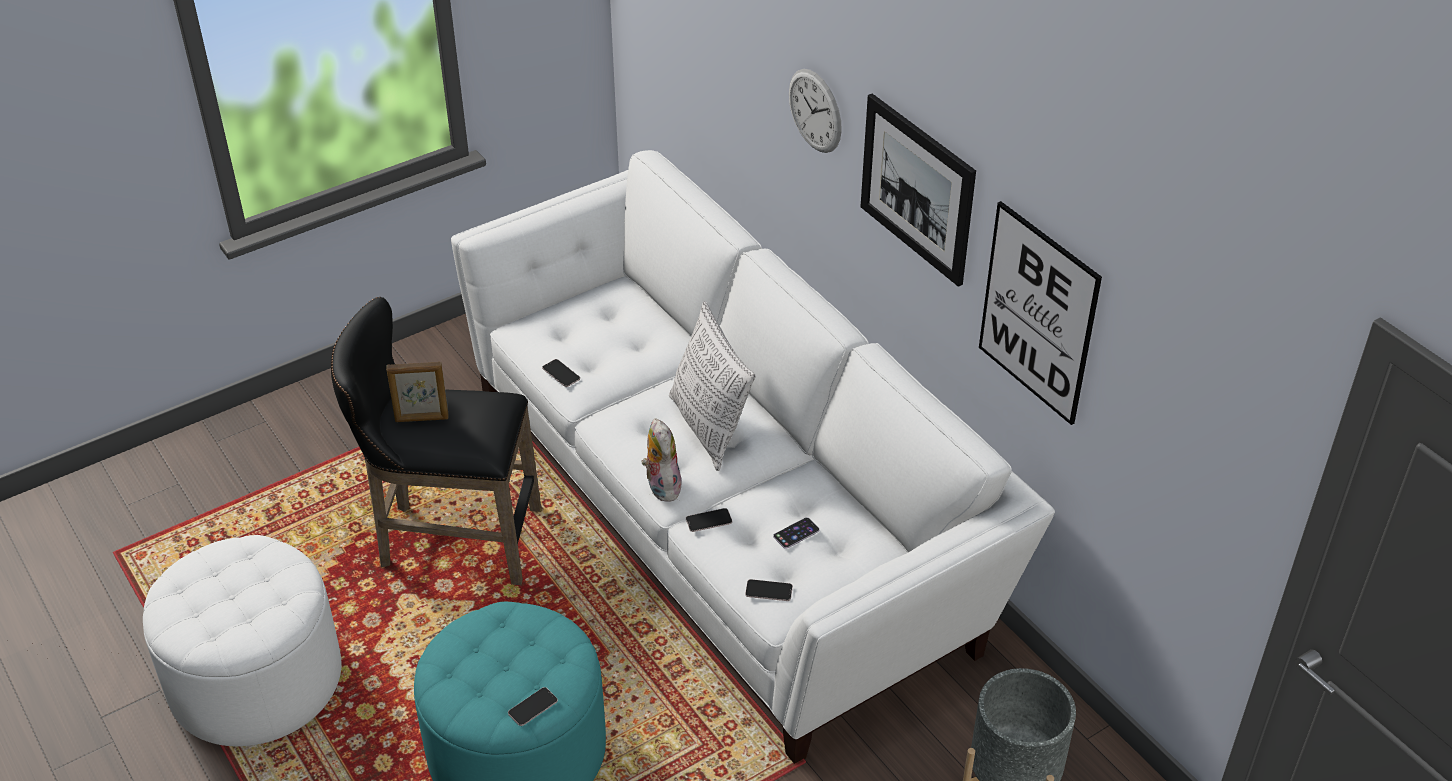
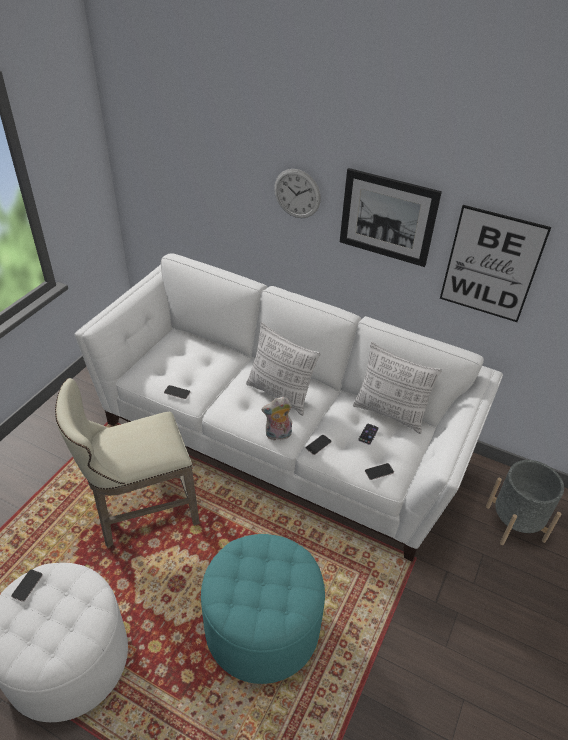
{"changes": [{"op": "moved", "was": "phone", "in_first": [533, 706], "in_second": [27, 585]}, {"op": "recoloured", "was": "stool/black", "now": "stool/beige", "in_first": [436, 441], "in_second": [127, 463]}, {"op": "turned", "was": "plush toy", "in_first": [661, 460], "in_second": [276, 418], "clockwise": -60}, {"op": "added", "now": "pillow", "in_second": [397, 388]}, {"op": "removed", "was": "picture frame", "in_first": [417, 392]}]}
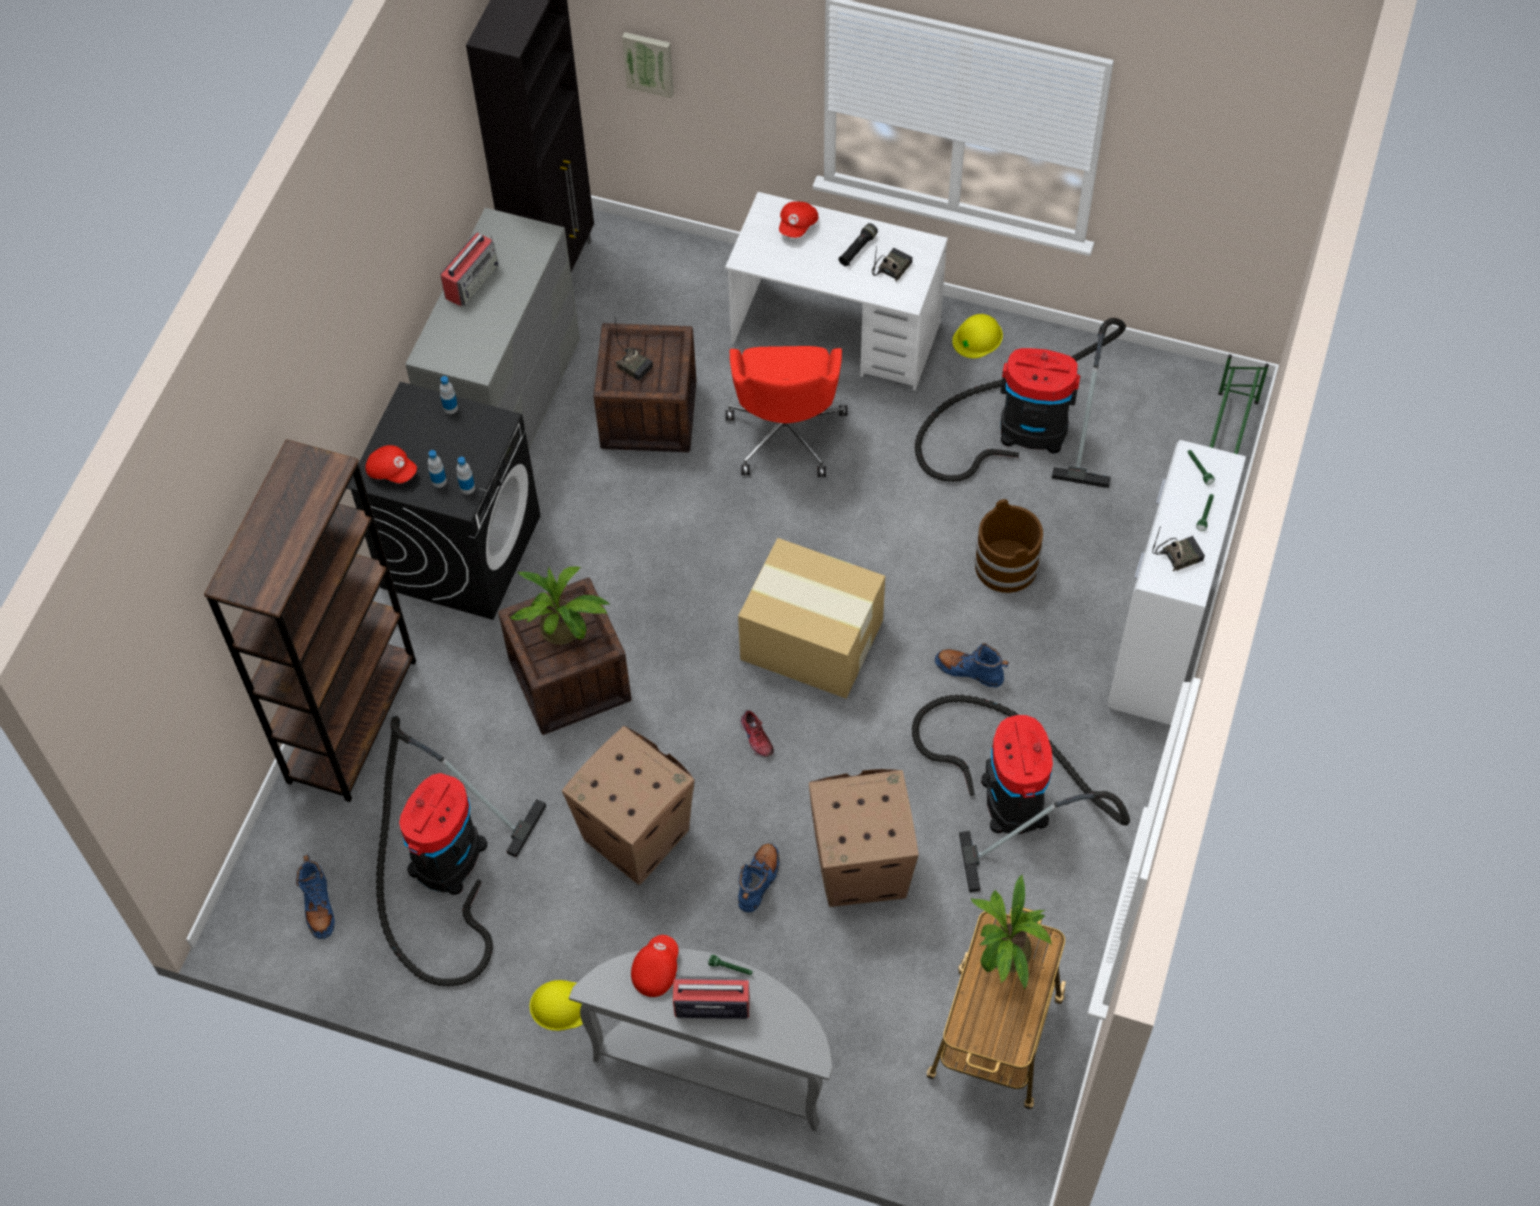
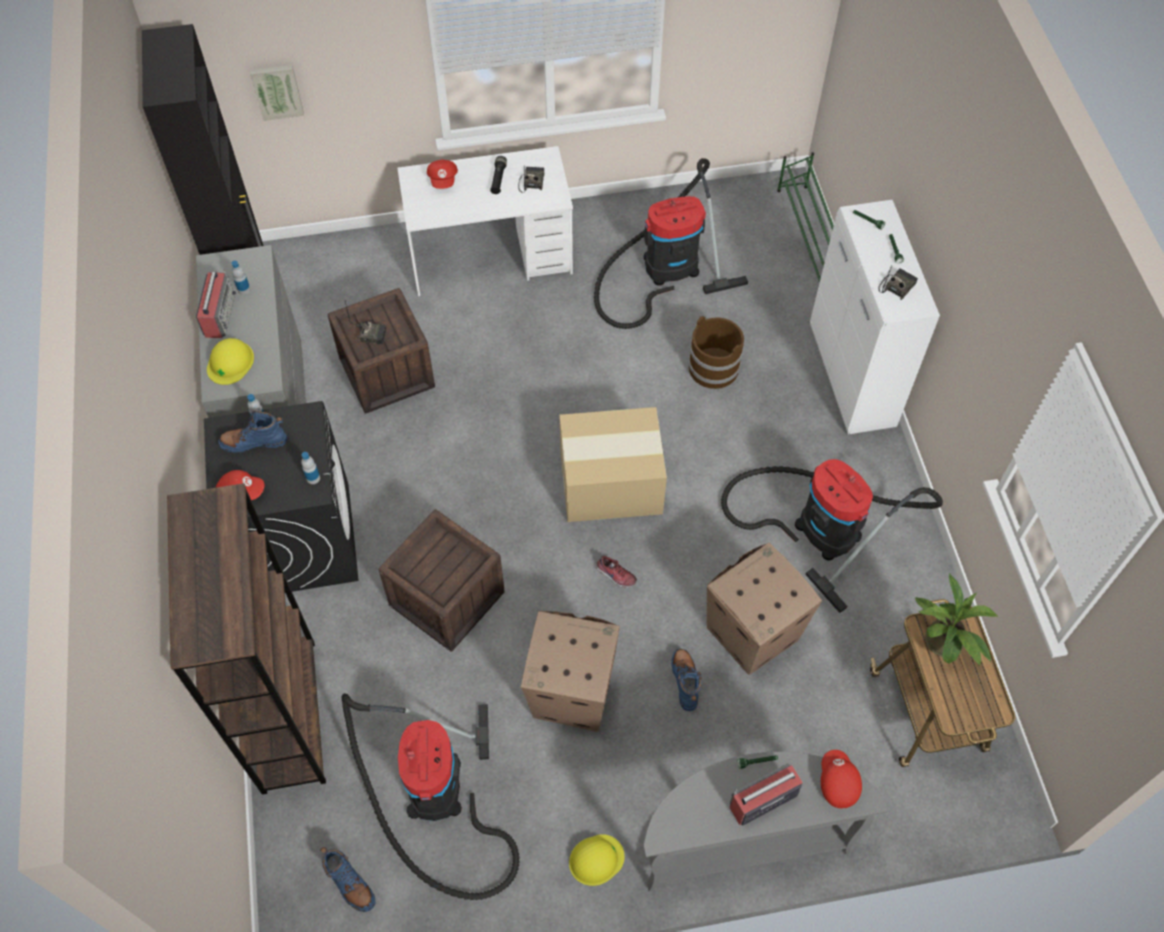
{"changes": [{"op": "moved", "was": "hard hat/yellow", "in_first": [977, 336], "in_second": [230, 361]}, {"op": "moved", "was": "boot/blue", "in_first": [972, 665], "in_second": [252, 431]}, {"op": "moved", "was": "bottle", "in_first": [437, 469], "in_second": [241, 278]}, {"op": "moved", "was": "cap/red", "in_first": [654, 966], "in_second": [841, 779]}, {"op": "removed", "was": "potted plant", "in_first": [560, 606]}, {"op": "removed", "was": "office chair/red", "in_first": [787, 411]}]}
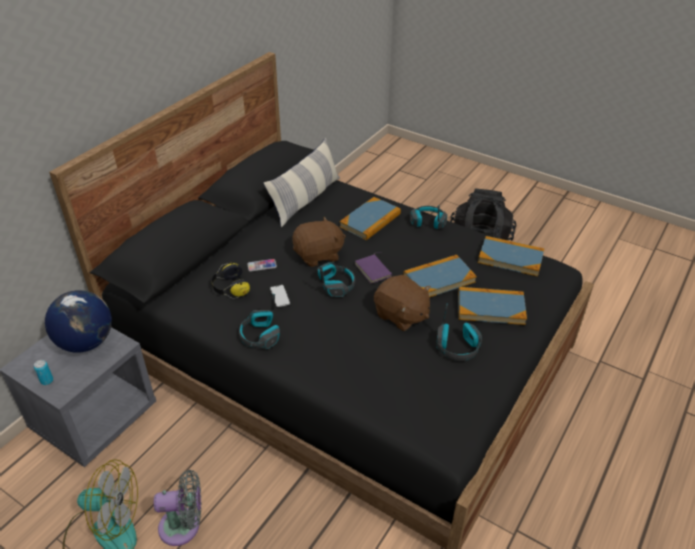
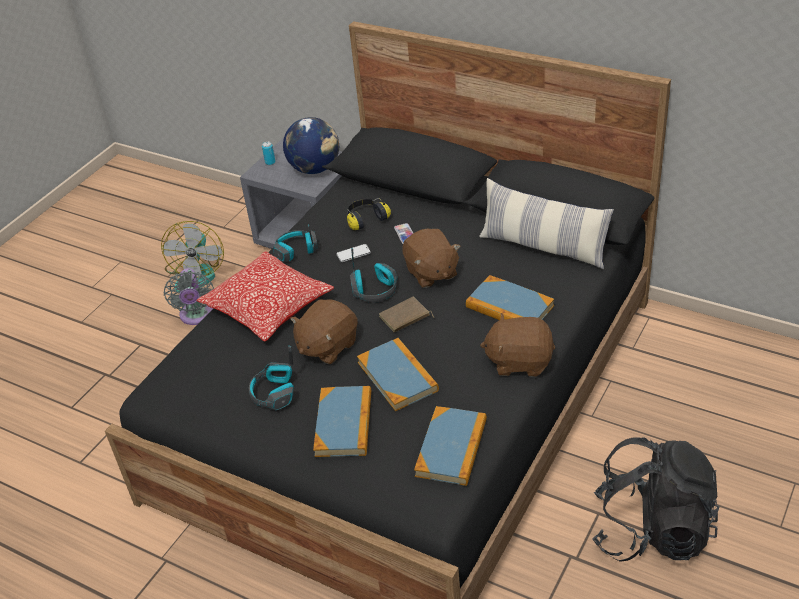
{"changes": [{"op": "added", "now": "pillow", "in_second": [265, 296]}, {"op": "recoloured", "was": "book/purple", "now": "book/brown", "in_first": [373, 269], "in_second": [406, 314]}, {"op": "replaced", "was": "headphones", "now": "plush toy/brown", "in_first": [428, 217], "in_second": [517, 345]}]}
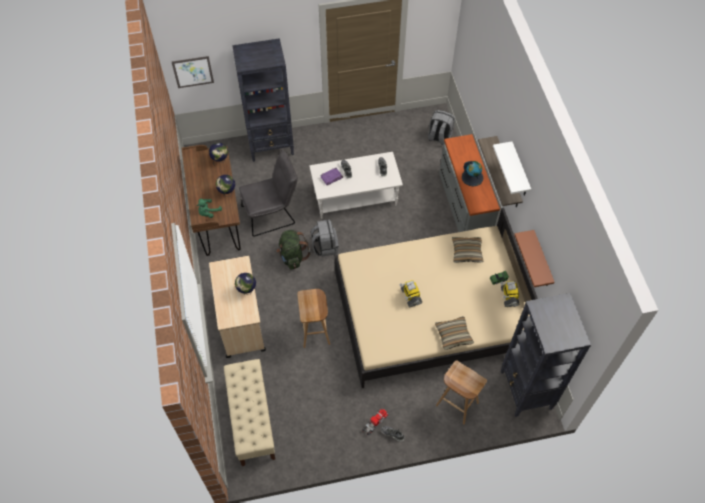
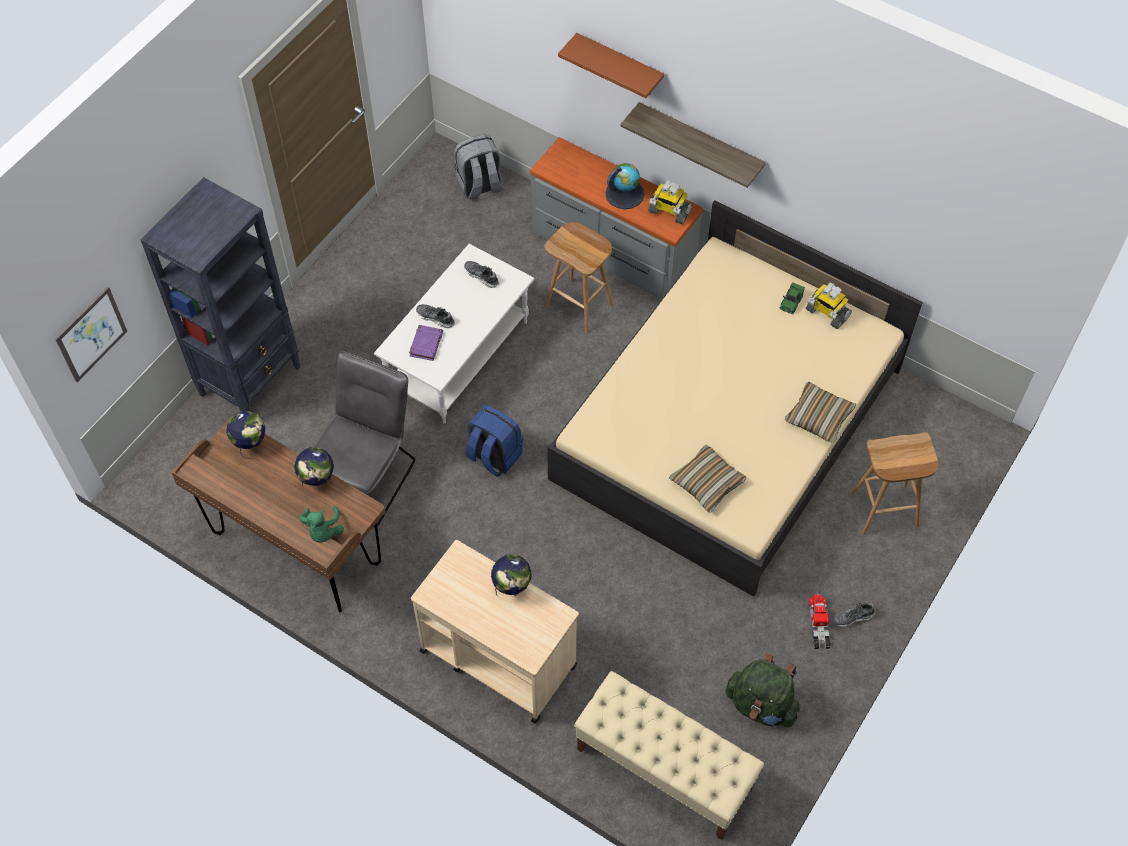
{"changes": [{"op": "recoloured", "was": "backpack/grey", "now": "backpack/blue", "in_first": [325, 238], "in_second": [494, 441]}, {"op": "moved", "was": "stool/brown", "in_first": [313, 318], "in_second": [578, 277]}, {"op": "moved", "was": "shelf/brown", "in_first": [534, 258], "in_second": [611, 65]}, {"op": "moved", "was": "toy robot", "in_first": [410, 293], "in_second": [670, 202]}, {"op": "moved", "was": "pillow", "in_first": [467, 250], "in_second": [708, 479]}, {"op": "moved", "was": "backpack/green", "in_first": [293, 250], "in_second": [762, 690]}, {"op": "removed", "was": "shelf/white", "in_first": [512, 168]}, {"op": "removed", "was": "bookcase/black", "in_first": [546, 355]}]}
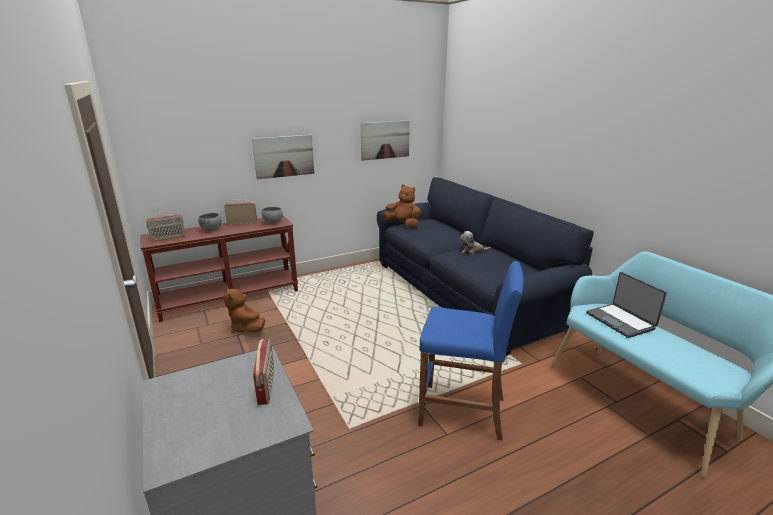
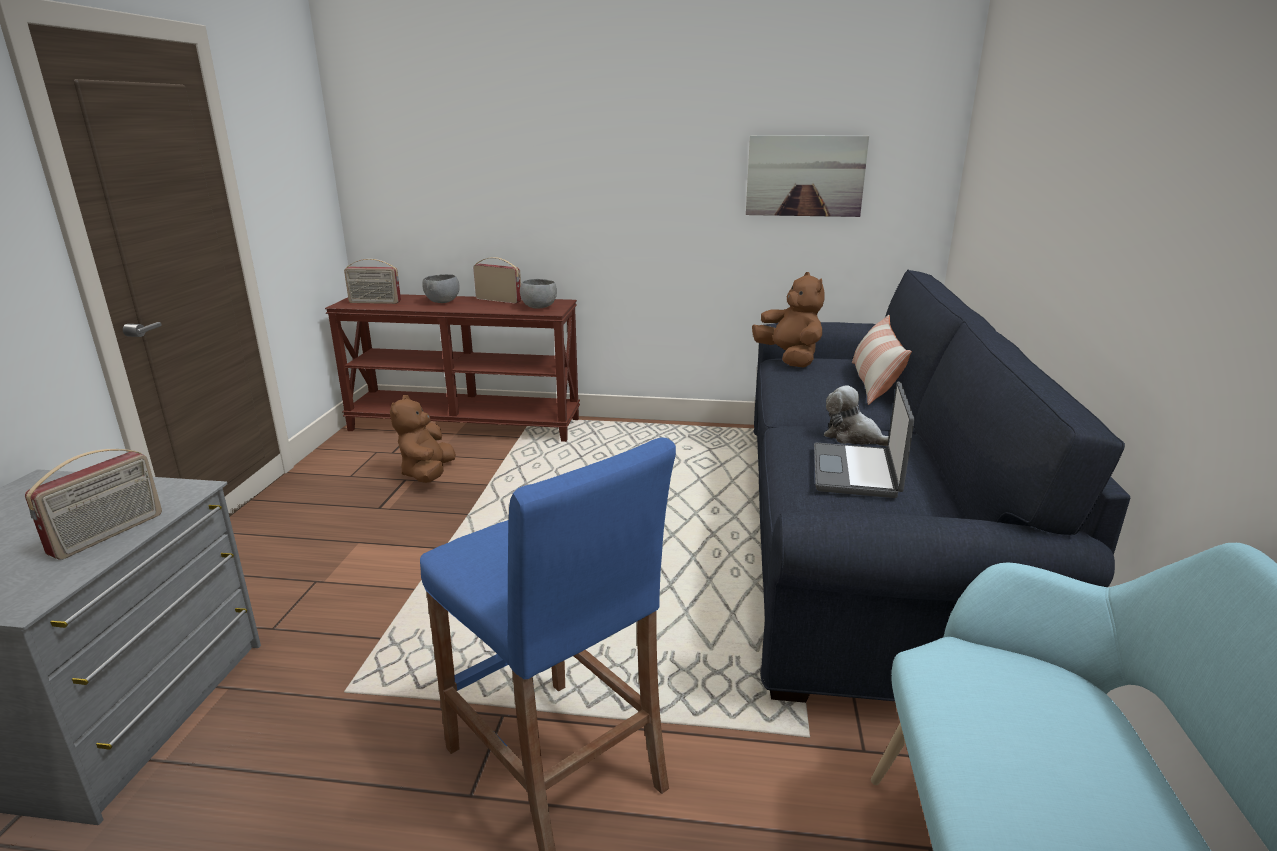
{"changes": [{"op": "moved", "was": "laptop", "in_first": [626, 305], "in_second": [864, 440]}, {"op": "added", "now": "pillow", "in_second": [882, 360]}, {"op": "removed", "was": "picture", "in_first": [283, 157]}]}
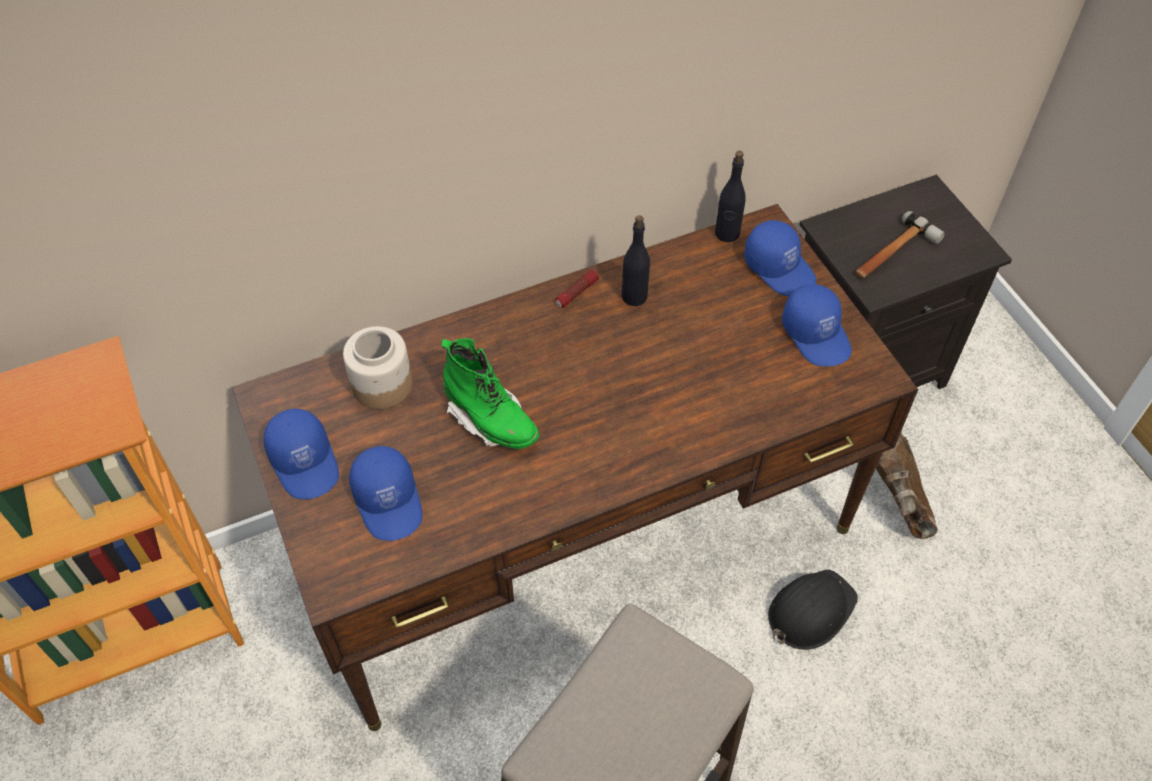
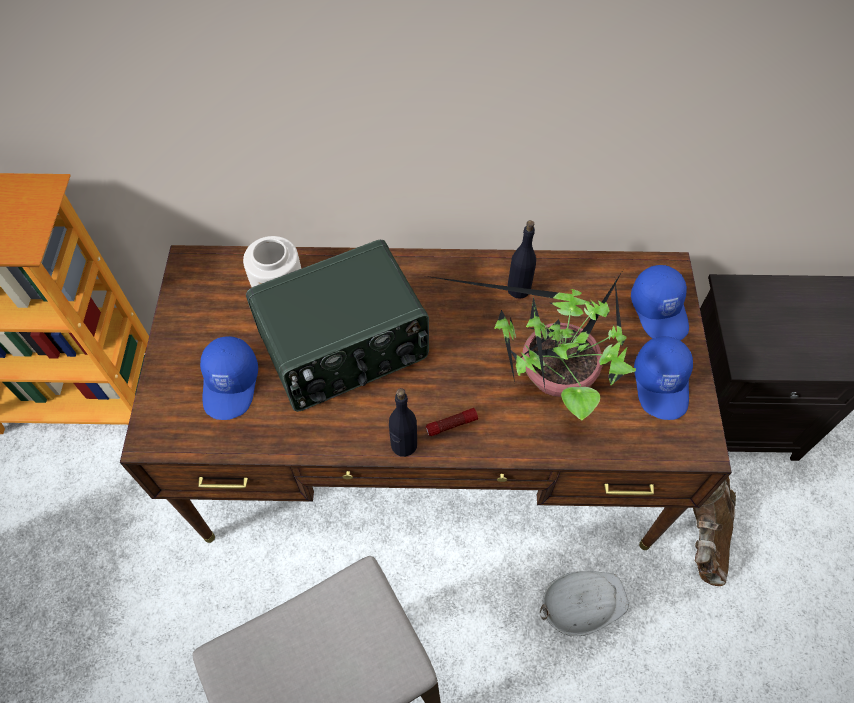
{"changes": [{"op": "replaced", "was": "boot/green", "now": "radio", "in_first": [490, 393], "in_second": [337, 326]}, {"op": "moved", "was": "bottle/black", "in_first": [730, 196], "in_second": [403, 422]}, {"op": "added", "now": "potted plant", "in_second": [531, 346]}, {"op": "moved", "was": "flashlight", "in_first": [577, 289], "in_second": [452, 422]}, {"op": "recoloured", "was": "hard hat/black", "now": "hard hat/white", "in_first": [813, 610], "in_second": [584, 603]}, {"op": "removed", "was": "cap/blue", "in_first": [301, 453]}, {"op": "removed", "was": "hammer", "in_first": [899, 244]}]}
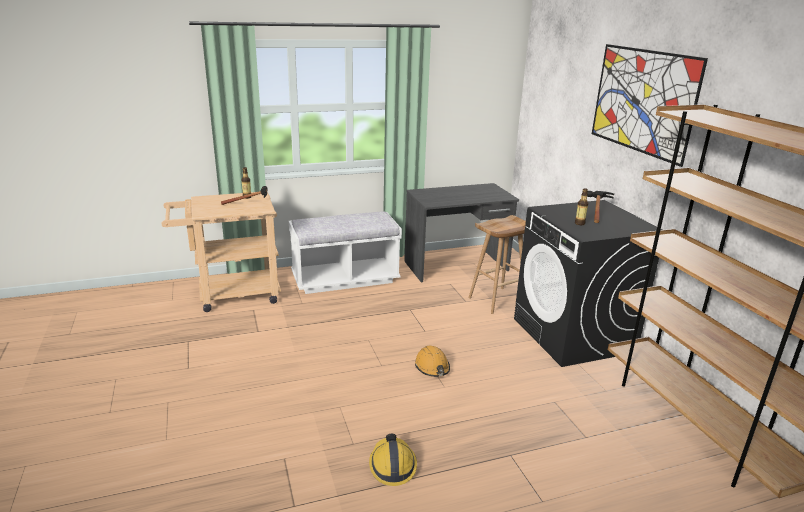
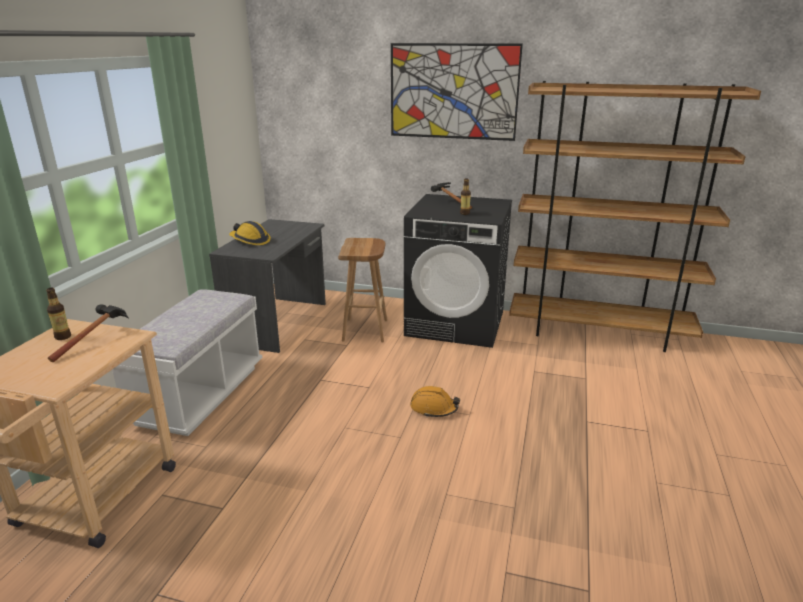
{"changes": [{"op": "moved", "was": "hard hat", "in_first": [393, 460], "in_second": [250, 233]}]}
